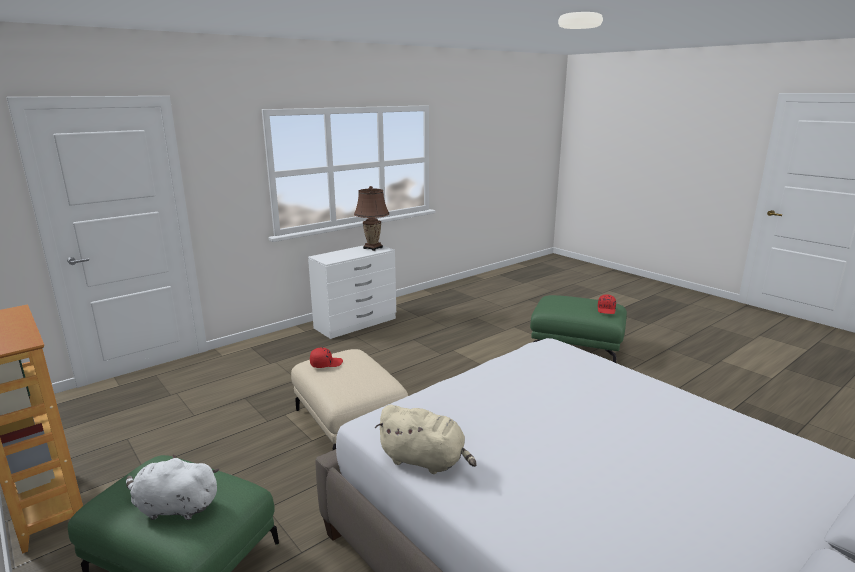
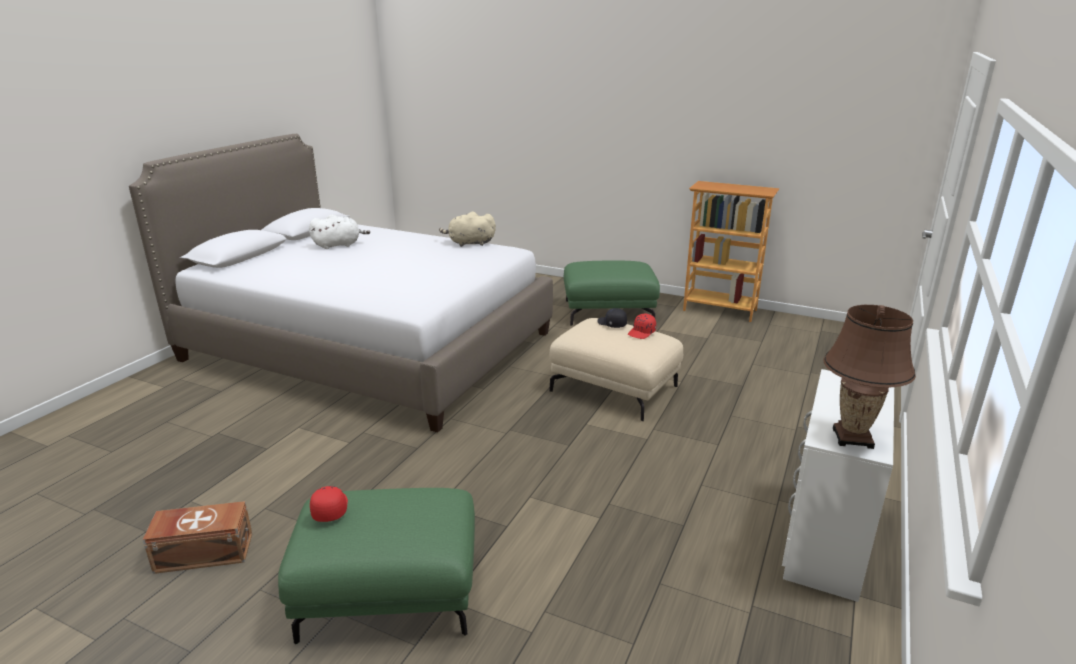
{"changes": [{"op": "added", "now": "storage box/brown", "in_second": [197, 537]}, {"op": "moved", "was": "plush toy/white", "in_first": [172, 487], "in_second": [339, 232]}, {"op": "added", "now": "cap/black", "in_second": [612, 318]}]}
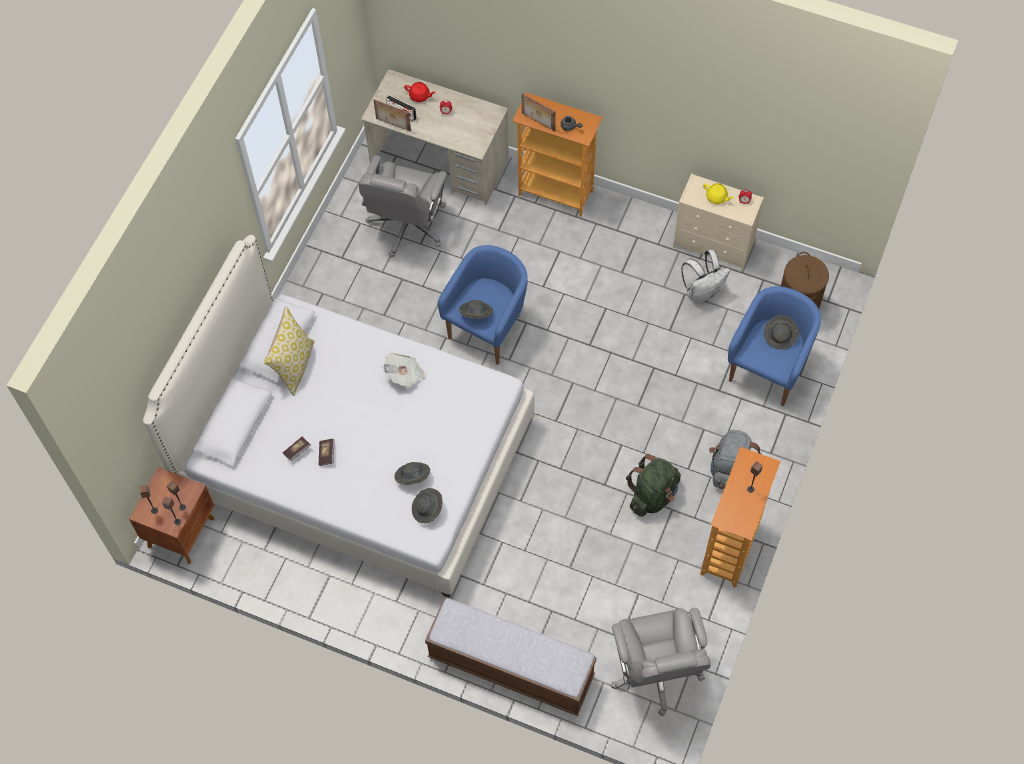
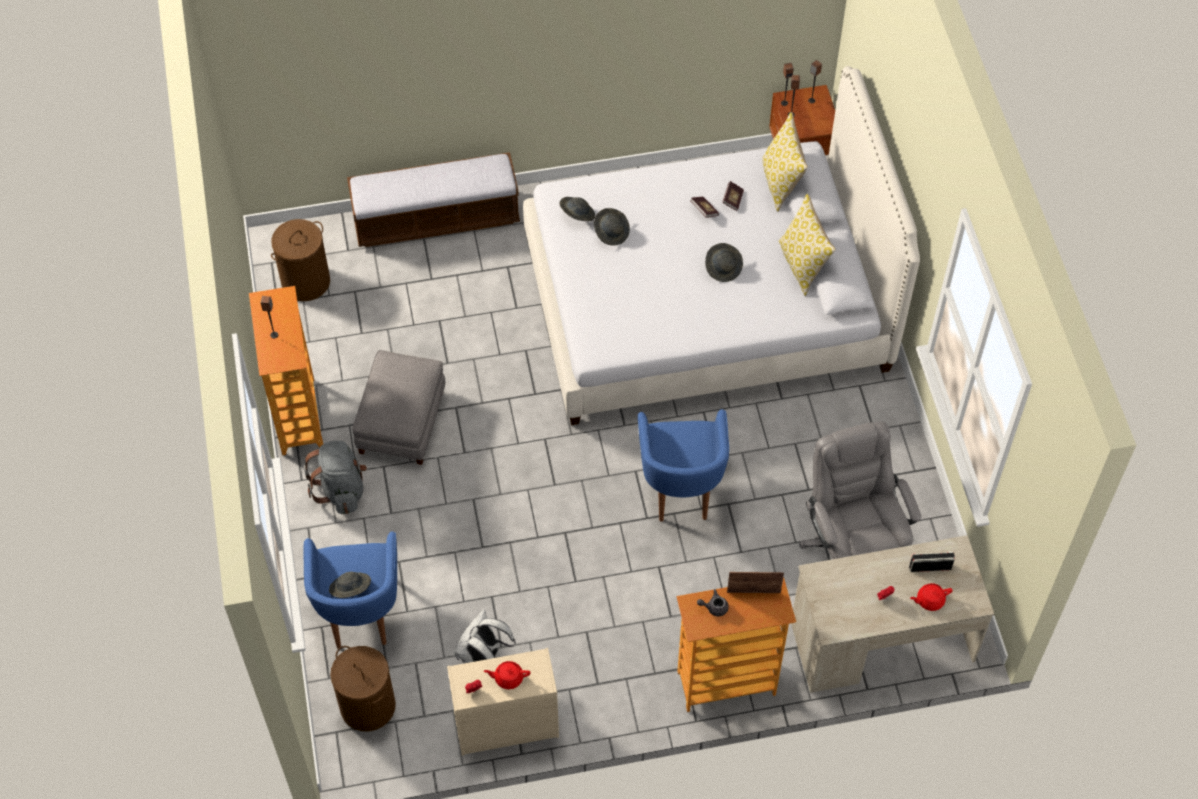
{"changes": [{"op": "replaced", "was": "office chair/grey", "now": "laundry basket/brown", "in_first": [661, 662], "in_second": [300, 260]}, {"op": "replaced", "was": "backpack/green", "now": "ottoman/grey", "in_first": [653, 485], "in_second": [398, 407]}, {"op": "recoloured", "was": "teapot/yellow", "now": "teapot/red", "in_first": [718, 193], "in_second": [507, 675]}, {"op": "moved", "was": "hat/grey", "in_first": [476, 309], "in_second": [724, 262]}, {"op": "added", "now": "pillow", "in_second": [785, 162]}, {"op": "removed", "was": "picture frame", "in_first": [392, 116]}, {"op": "removed", "was": "newspaper", "in_first": [404, 370]}]}
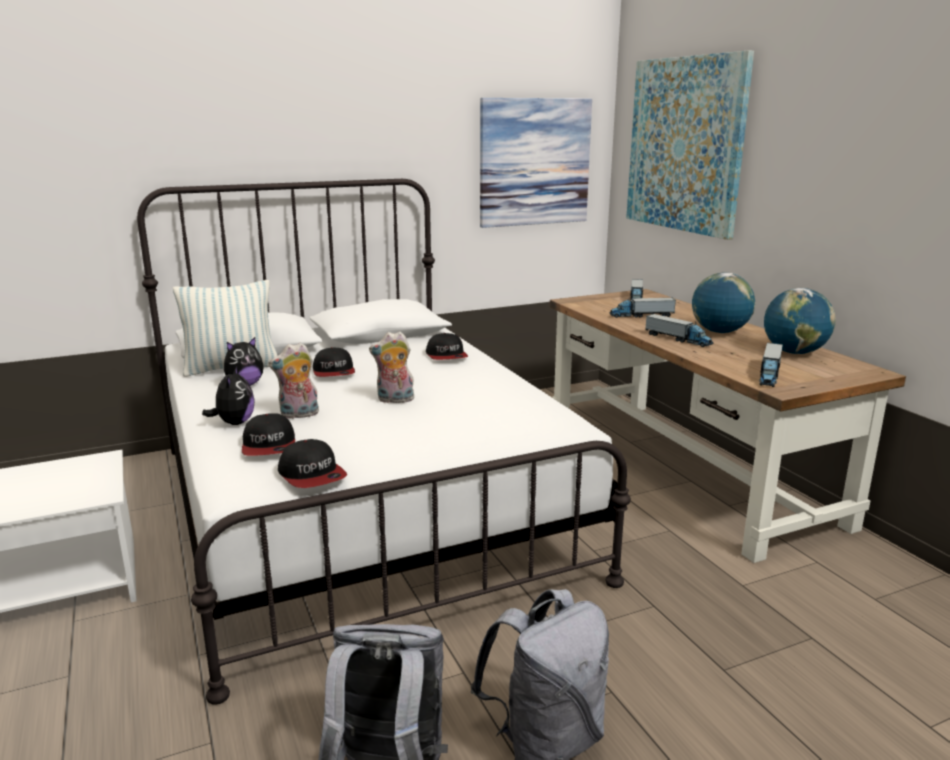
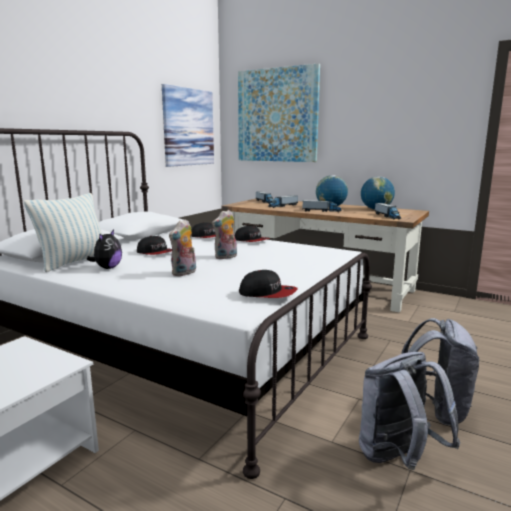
{"changes": [{"op": "moved", "was": "cap", "in_first": [268, 435], "in_second": [252, 233]}, {"op": "removed", "was": "plush toy", "in_first": [228, 395]}]}
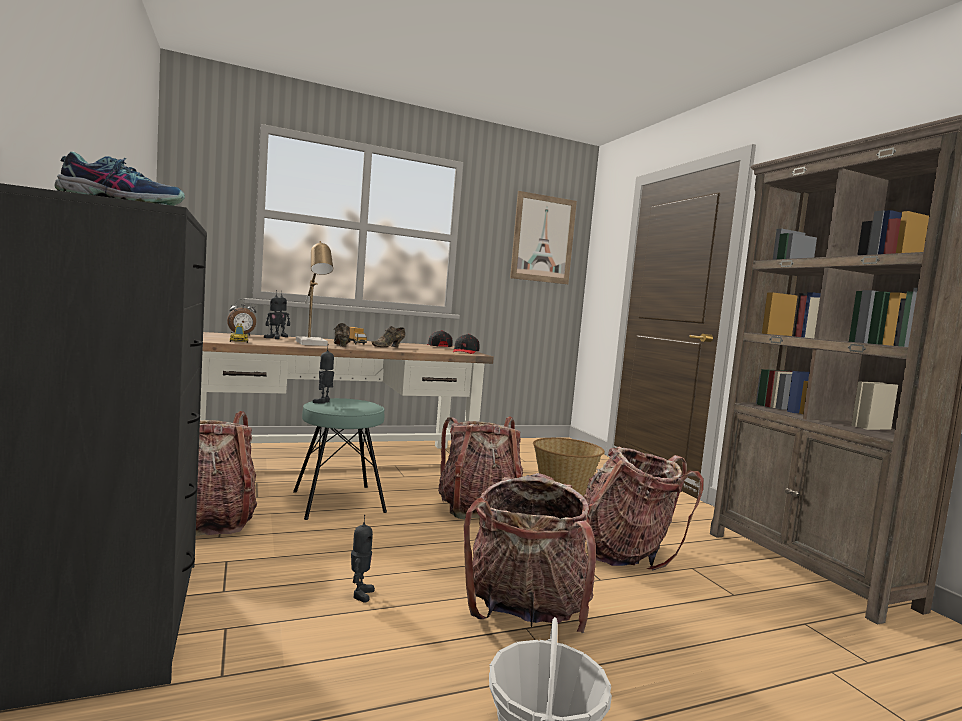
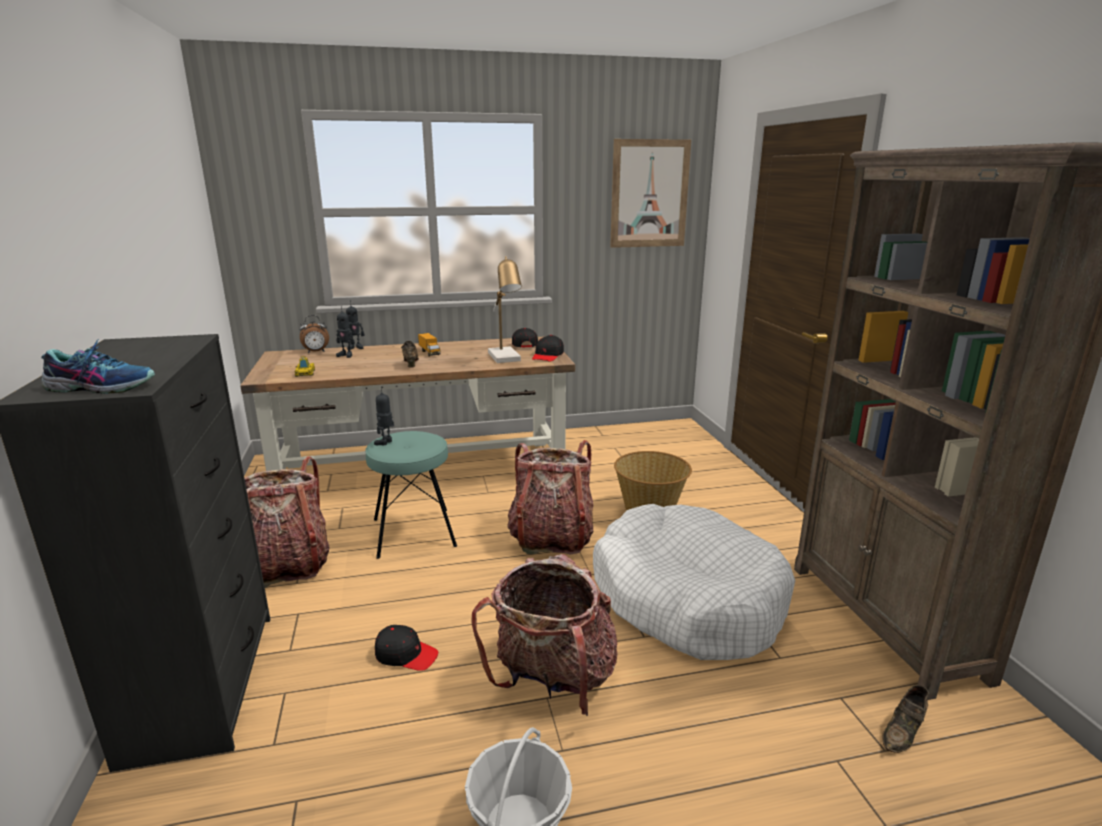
{"changes": [{"op": "replaced", "was": "toy robot", "now": "cap/black", "in_first": [363, 559], "in_second": [406, 648]}, {"op": "moved", "was": "table lamp", "in_first": [314, 293], "in_second": [505, 309]}, {"op": "replaced", "was": "backpack", "now": "dog bed/white", "in_first": [644, 508], "in_second": [694, 582]}, {"op": "moved", "was": "shoe/brown", "in_first": [388, 336], "in_second": [905, 719]}]}
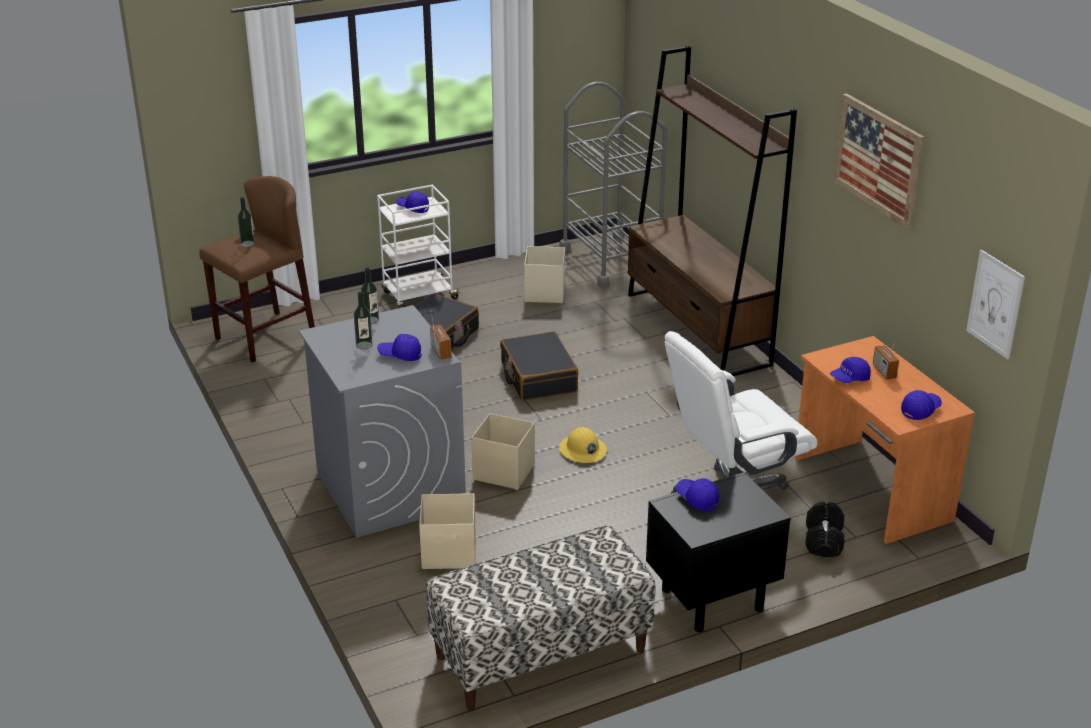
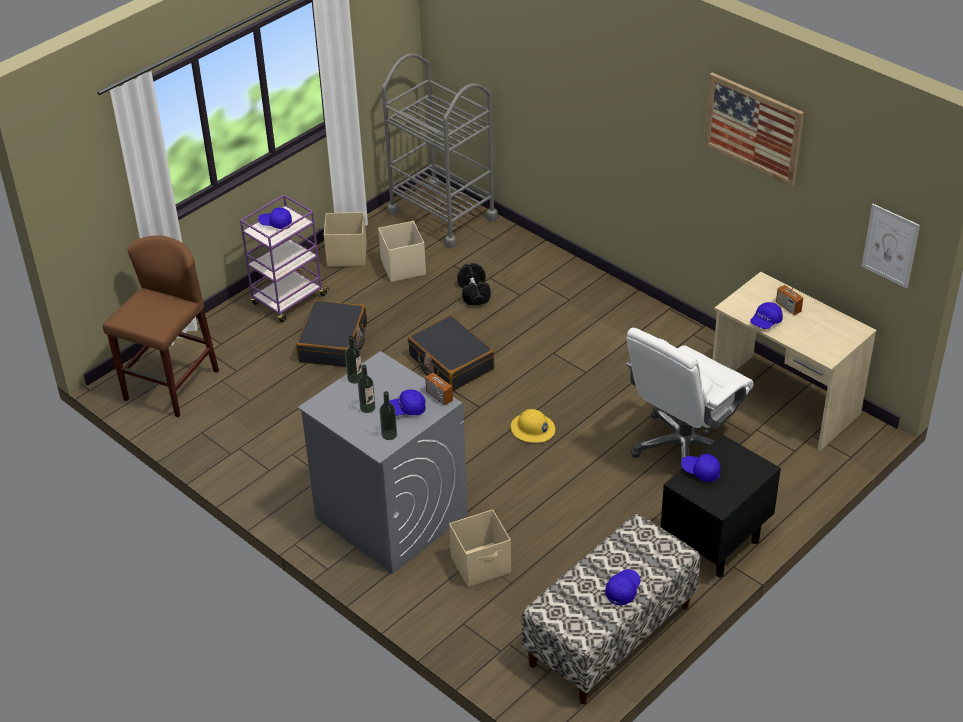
{"changes": [{"op": "recoloured", "was": "cart/white", "now": "cart/purple", "in_first": [419, 246], "in_second": [285, 258]}, {"op": "moved", "was": "storage box/beige", "in_first": [503, 451], "in_second": [345, 239]}, {"op": "moved", "was": "bottle", "in_first": [246, 222], "in_second": [388, 415]}, {"op": "moved", "was": "dumbbell/black", "in_first": [825, 529], "in_second": [474, 284]}, {"op": "moved", "was": "cap/blue", "in_first": [921, 405], "in_second": [623, 587]}, {"op": "recoloured", "was": "desk/orange", "now": "desk/beige", "in_first": [884, 440], "in_second": [794, 361]}, {"op": "removed", "was": "bookcase/brown", "in_first": [712, 211]}]}
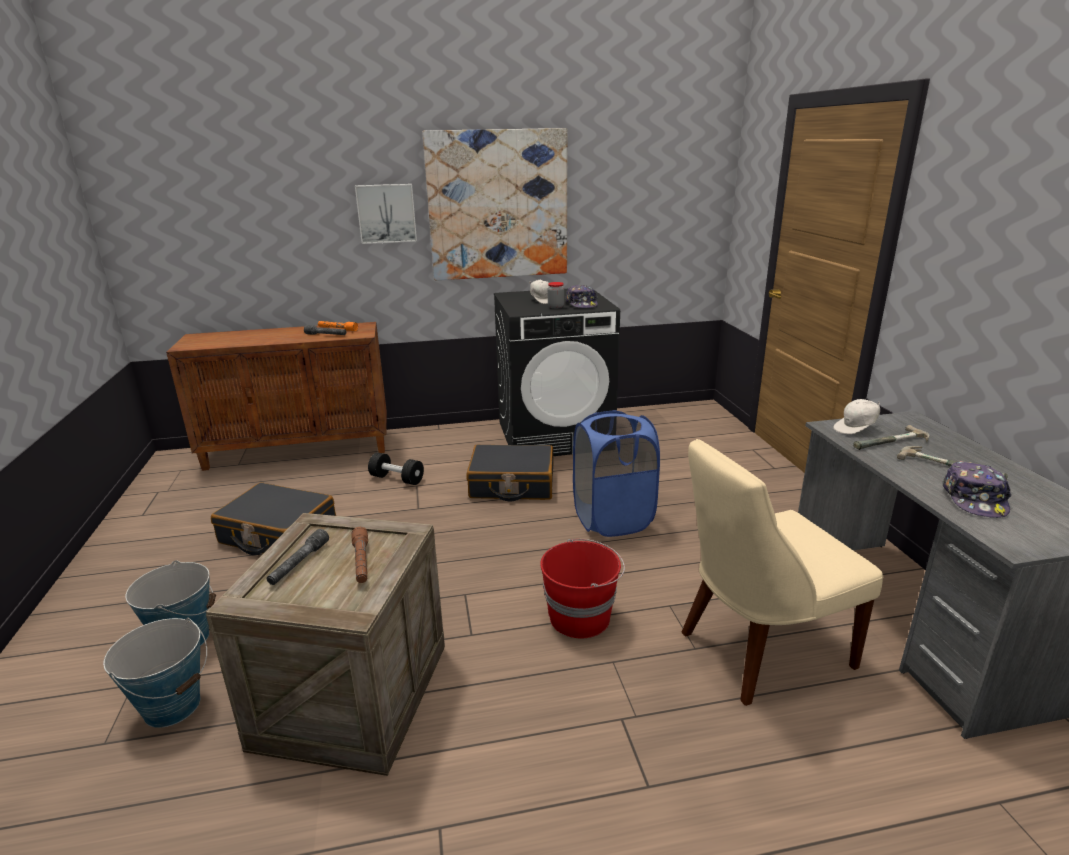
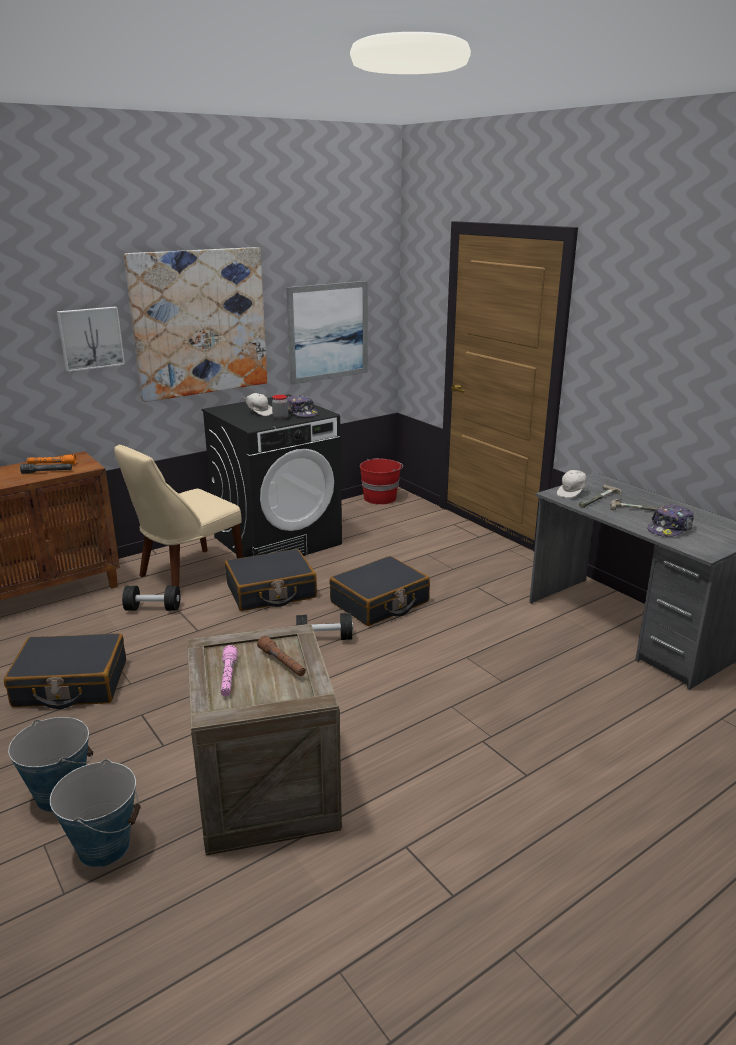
{"changes": [{"op": "moved", "was": "chair/beige", "in_first": [782, 572], "in_second": [178, 515]}, {"op": "recoloured", "was": "flashlight/grey", "now": "flashlight/pink", "in_first": [298, 557], "in_second": [229, 670]}, {"op": "added", "now": "picture", "in_second": [327, 333]}, {"op": "added", "now": "dumbbell/black", "in_second": [324, 626]}, {"op": "replaced", "was": "laundry basket/blue", "now": "suitcase/black", "in_first": [616, 473], "in_second": [379, 591]}, {"op": "moved", "was": "bucket/red", "in_first": [582, 588], "in_second": [381, 481]}, {"op": "turned", "was": "cap", "in_first": [977, 489], "in_second": [670, 520], "clockwise": 60}]}
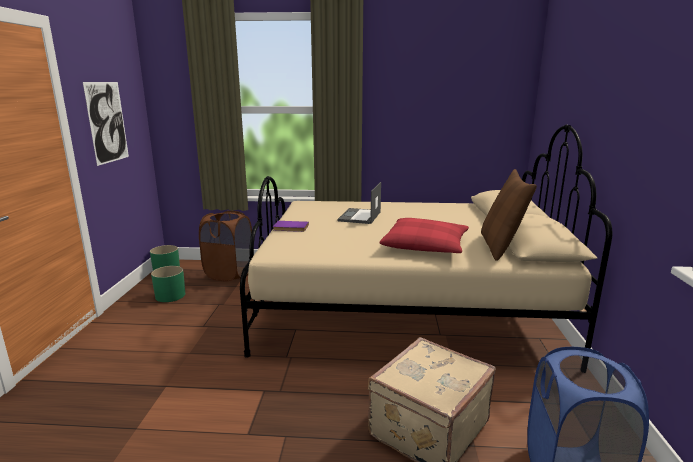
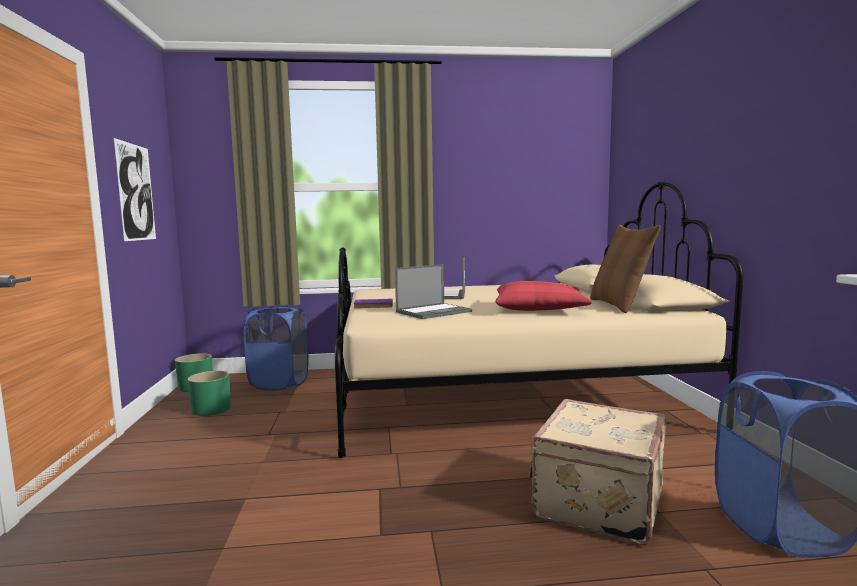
{"changes": [{"op": "recoloured", "was": "laundry basket/brown", "now": "laundry basket/blue", "in_first": [225, 246], "in_second": [276, 348]}, {"op": "added", "now": "laptop", "in_second": [433, 291]}]}
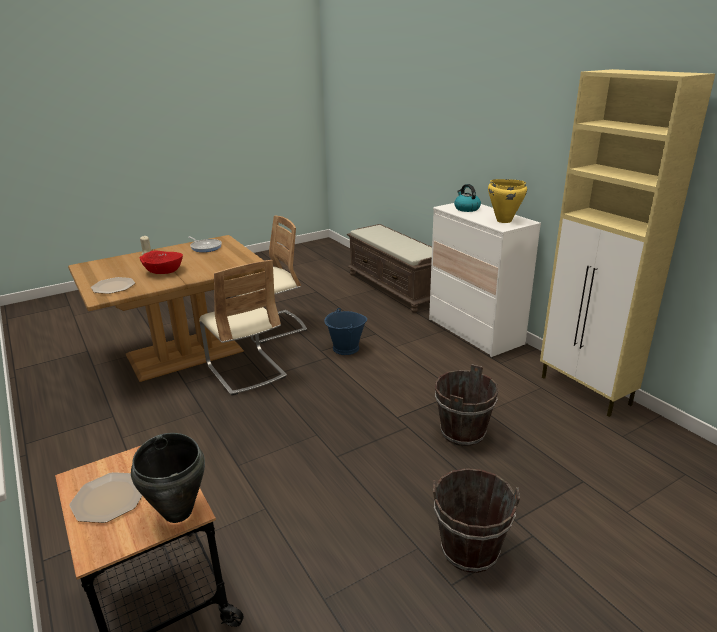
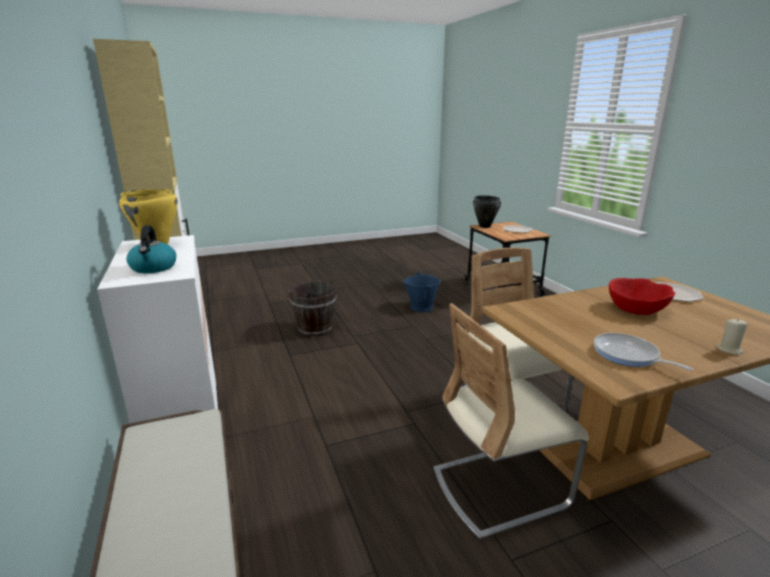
{"changes": [{"op": "moved", "was": "bucket/blue", "in_first": [345, 331], "in_second": [422, 292]}, {"op": "removed", "was": "bucket/brown", "in_first": [476, 520]}]}
